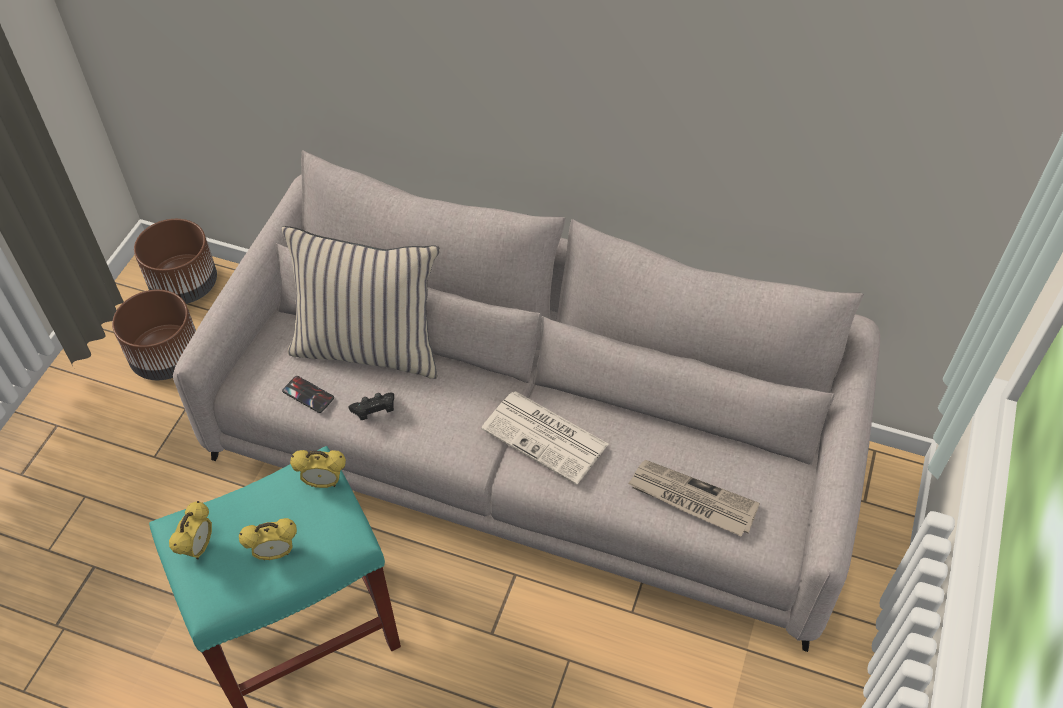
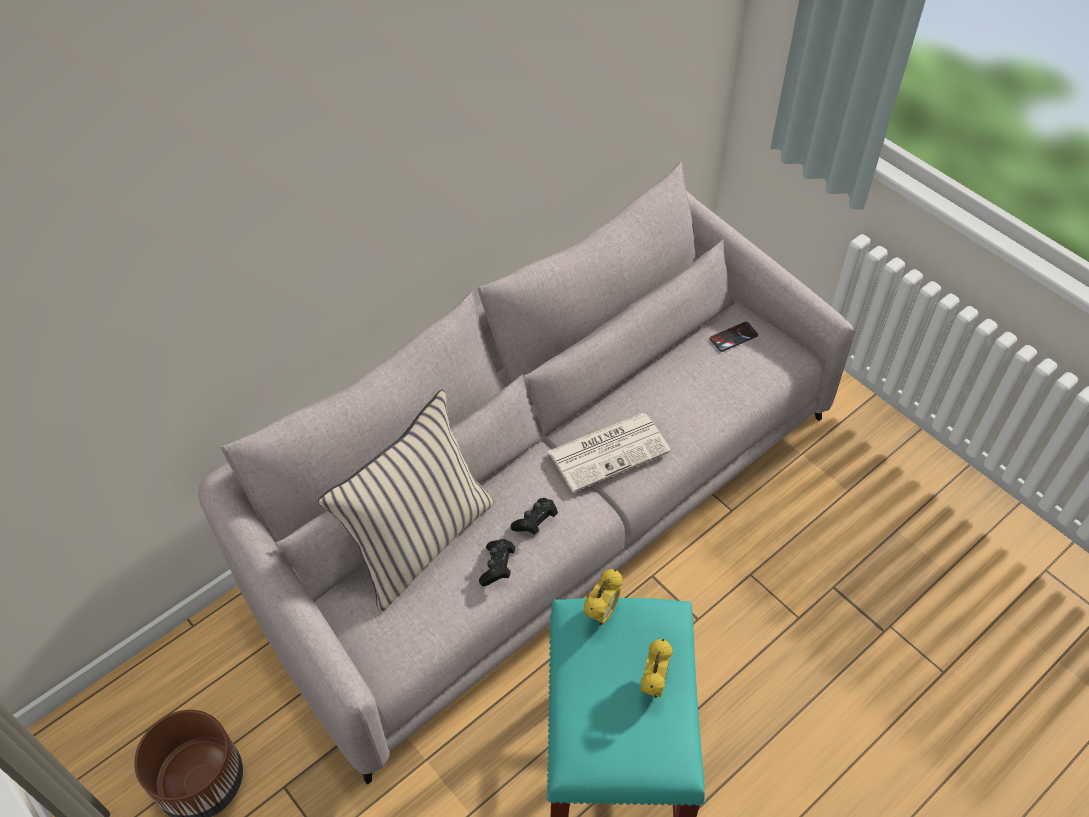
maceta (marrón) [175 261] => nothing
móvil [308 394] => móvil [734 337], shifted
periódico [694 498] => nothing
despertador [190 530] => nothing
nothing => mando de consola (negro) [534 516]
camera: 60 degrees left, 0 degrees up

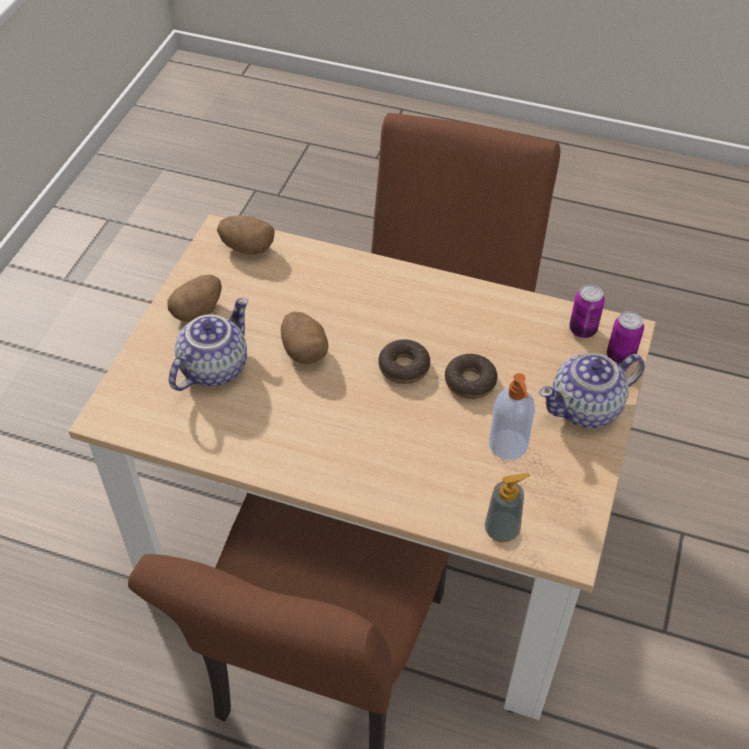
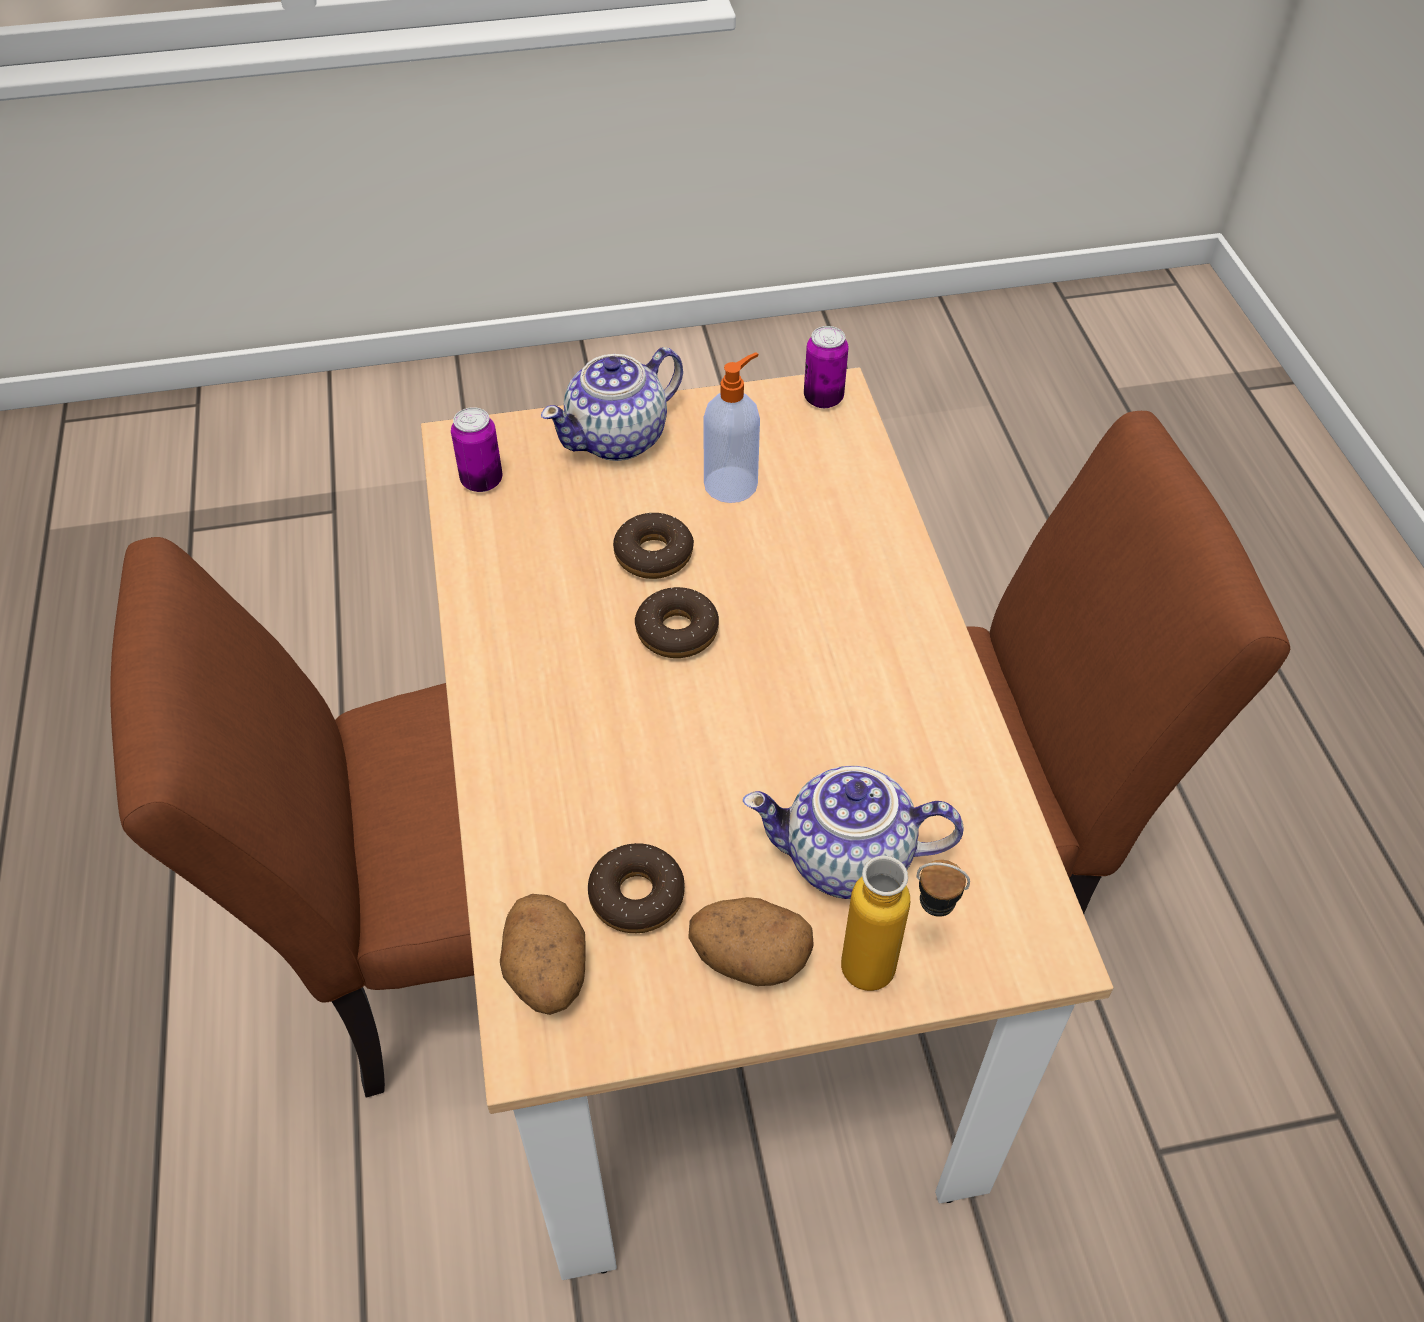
lata [625 337] => lata [826 367], shifted
patata [304 338] => nothing
tetera [592 390] => tetera [612 404], 105 degrees clockwise
dispensador de jabón [507 507] => nothing
nothing => rosquilla [636 888]
nothing => botella [905 923]
camera: 120 degrees left, 0 degrees up

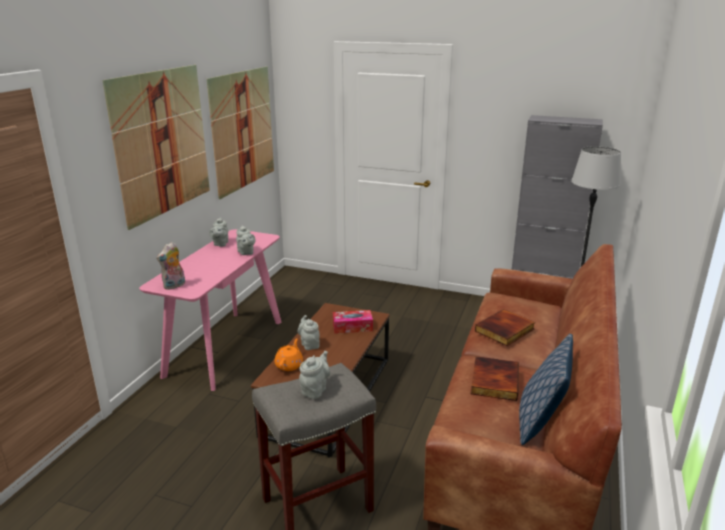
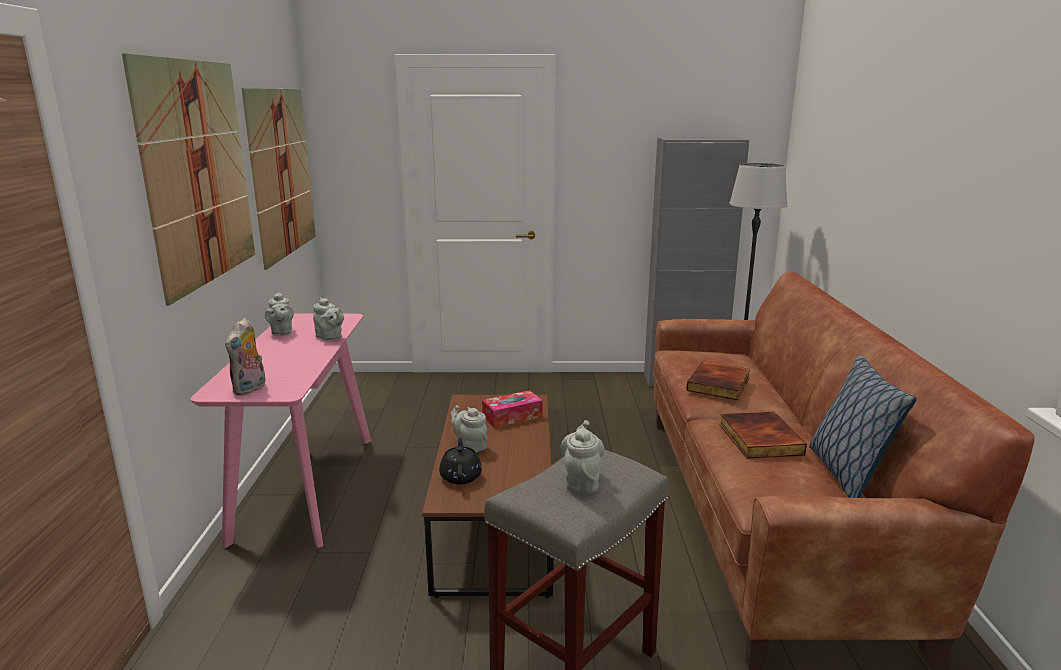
tetera (naranja) [288 354] => tetera (negro) [460 461]
camera: 20 degrees left, 5 degrees down

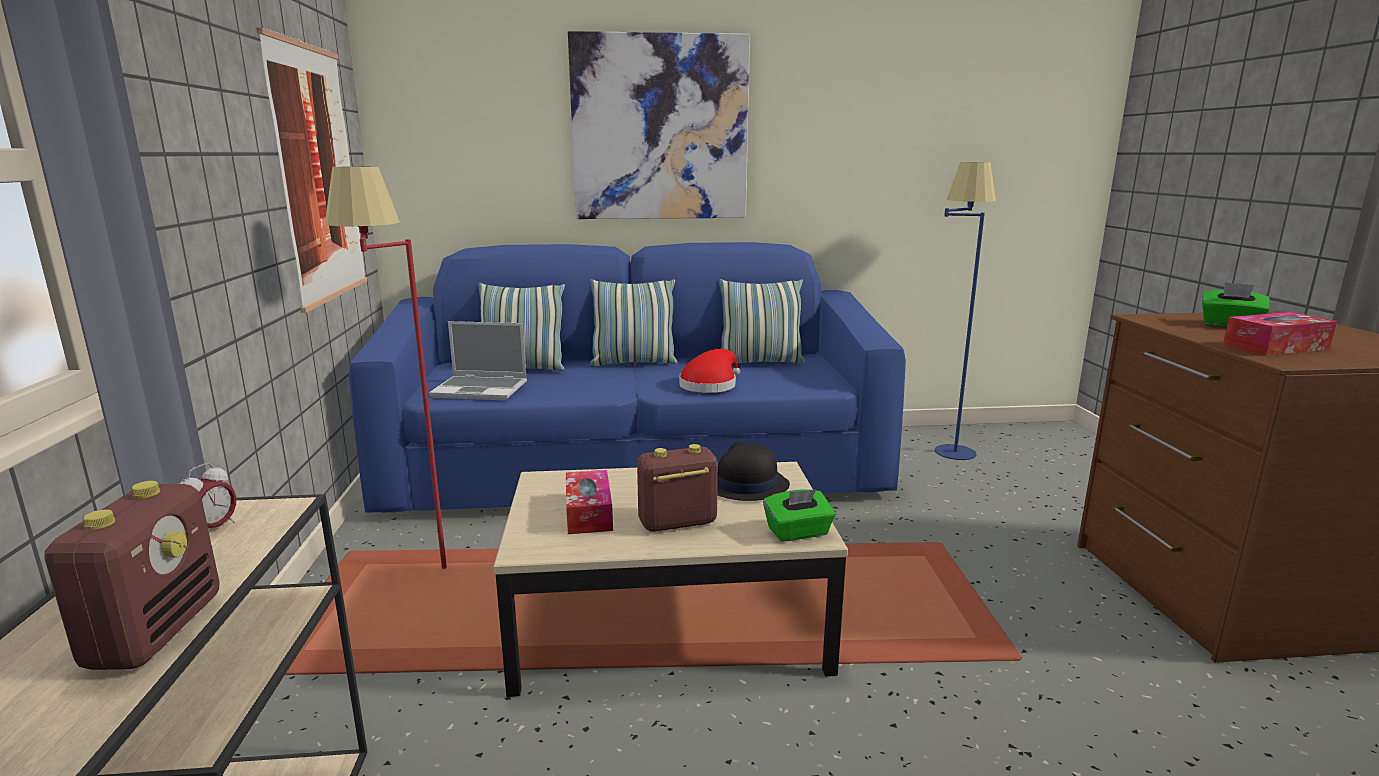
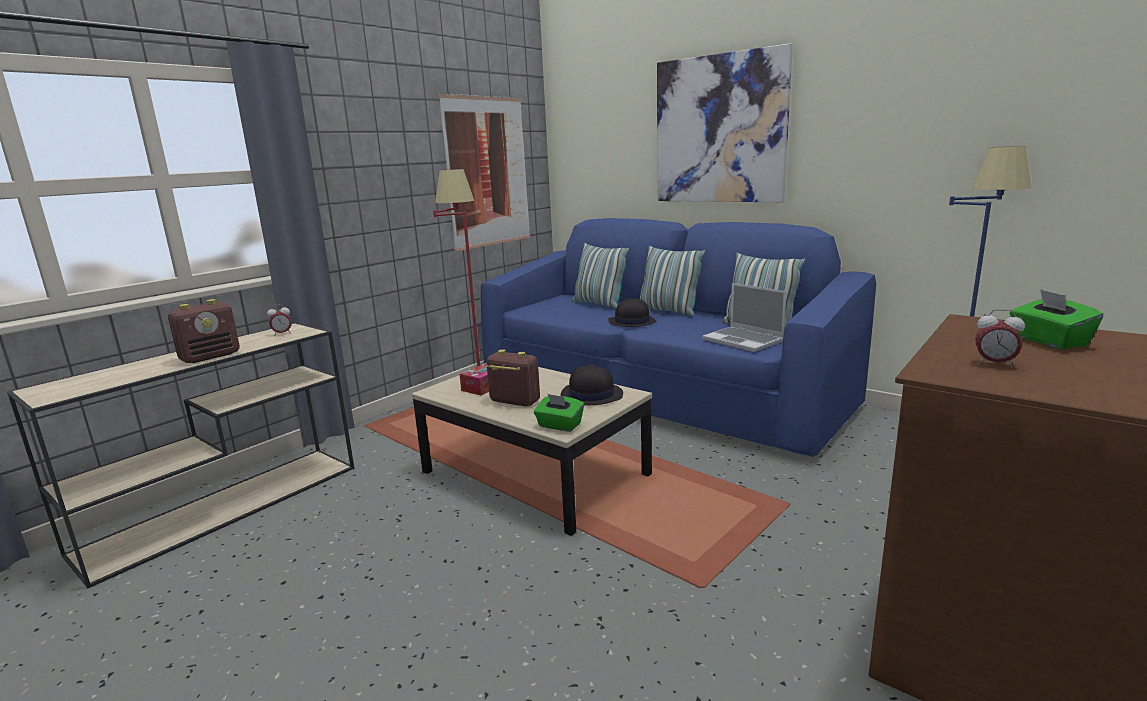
caja de pañuelos [1280 334] => despertador [1000 338]
portátil [478 360] => portátil [744 317], shifted
sombrero (rojo) [709 371] => nothing
nothing => sombrero (negro) [632 312]
camera: 45 degrees right, 0 degrees up

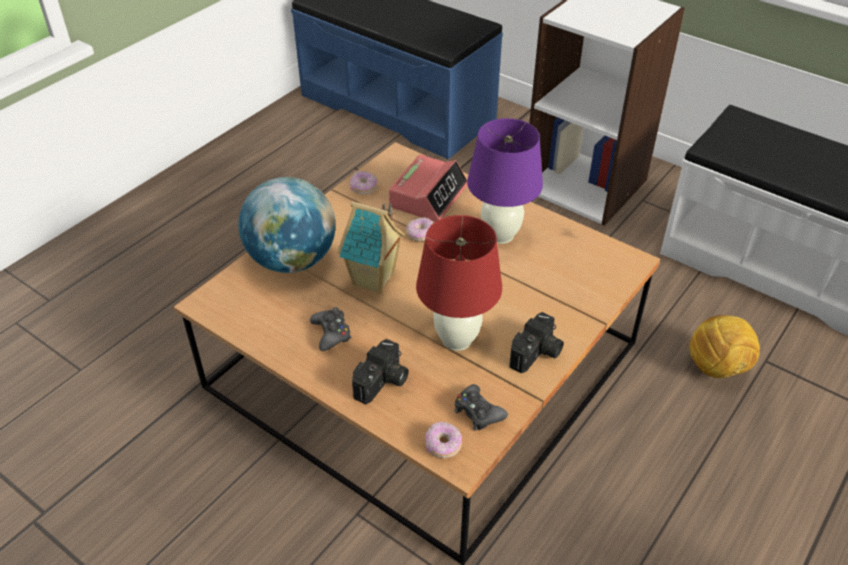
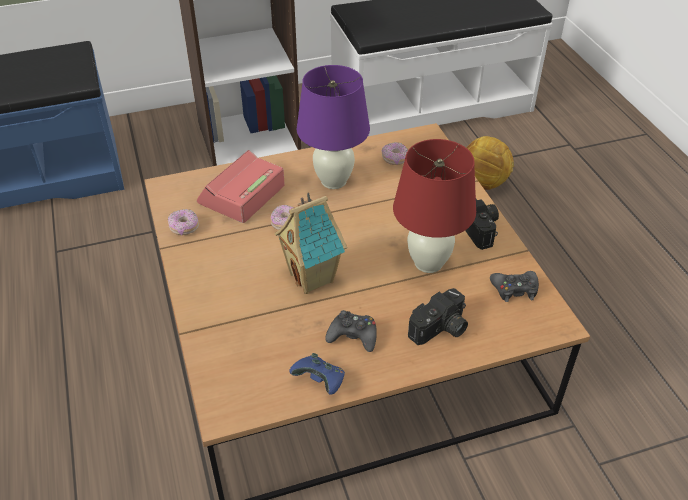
despertador [428 188] => despertador [241 186], 120 degrees counterclockwise
globo terráqueo [287 225] => nothing
cámara [380 371] => cámara [438 316], 75 degrees clockwise
rosquilla [443 440] => rosquilla [395 153], shifted
nothing => mando de consola (azul) [317 374]
camera: 55 degrees left, 0 degrees up

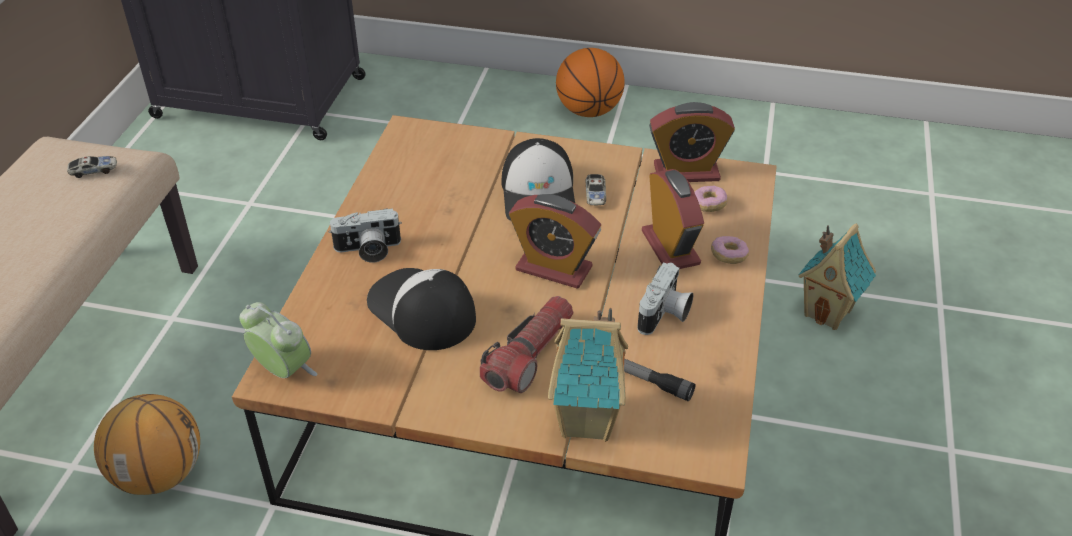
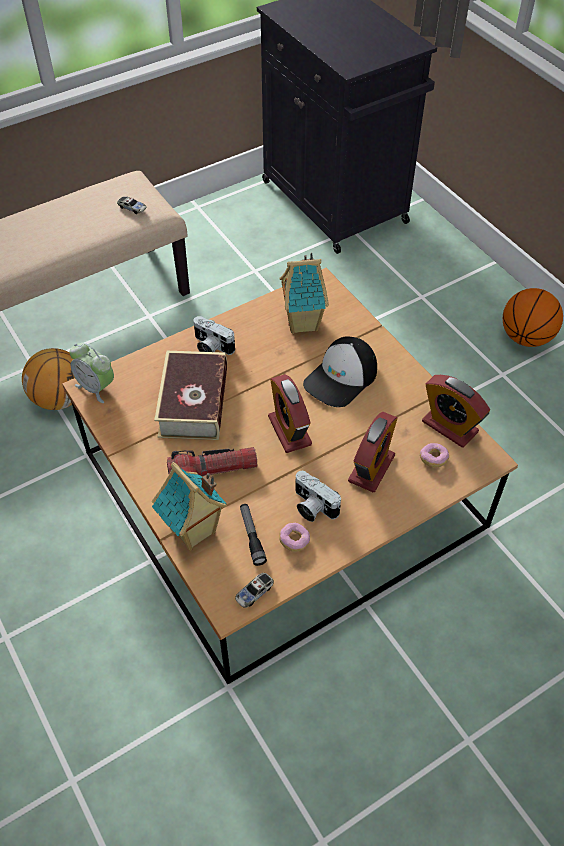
coche de juguete [596 189] => coche de juguete [254 590], shifted
casita [837 277] => casita [304 293], shifted
rosquilla [730 250] => rosquilla [294 537], shifted
cámara [665 298] => cámara [318 496], 60 degrees clockwise
gorra [421 309] => libro [190 395]
despertador [278 340] => despertador [92 373], 135 degrees clockwise
camera: 45 degrees right, 10 degrees up

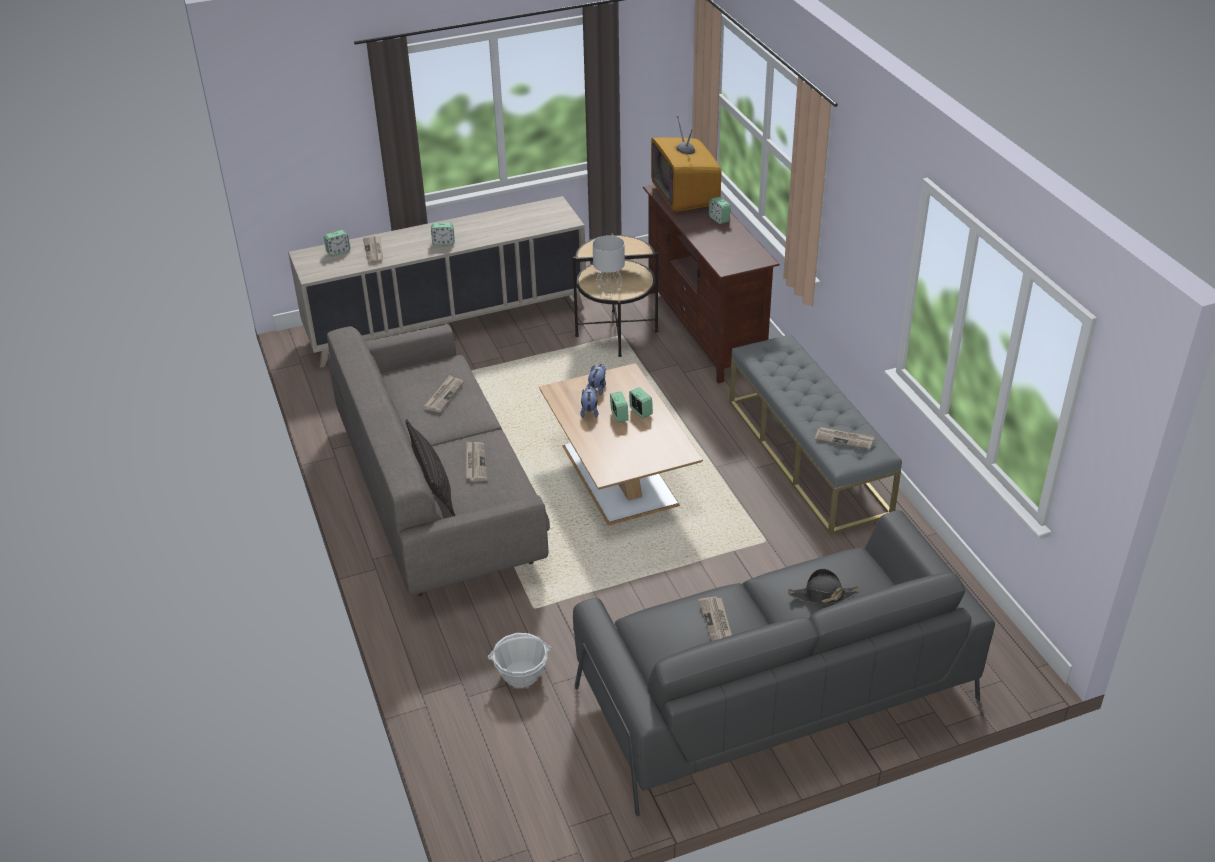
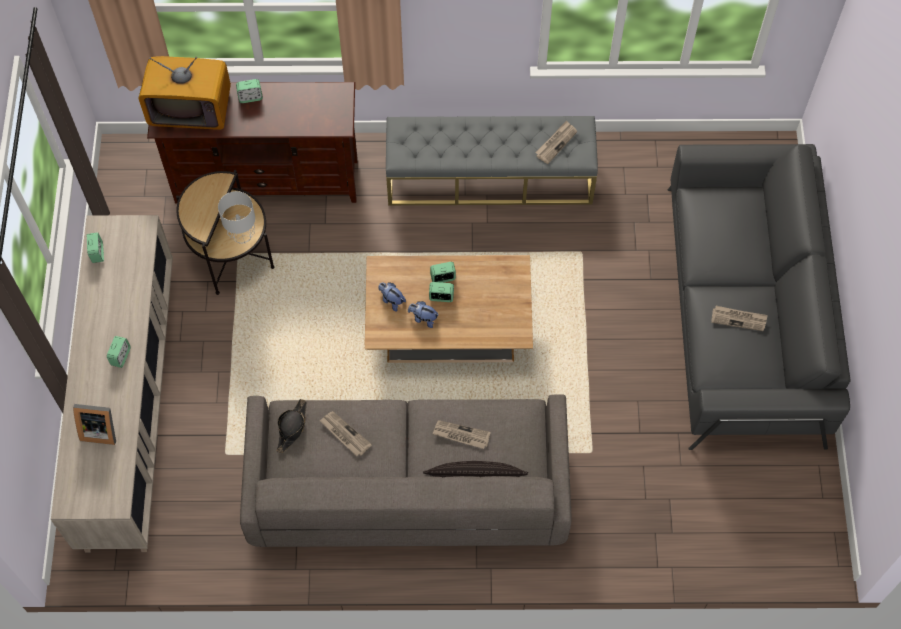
despertador [337 243] => despertador [95 247], shifted
periódico [373 250] => portarretratos [94 424]
sombrero (negro) [824 585] => sombrero (negro) [292 426], shifted
cesta [519 660] => nothing
camera: 70 degrees left, 25 degrees up

